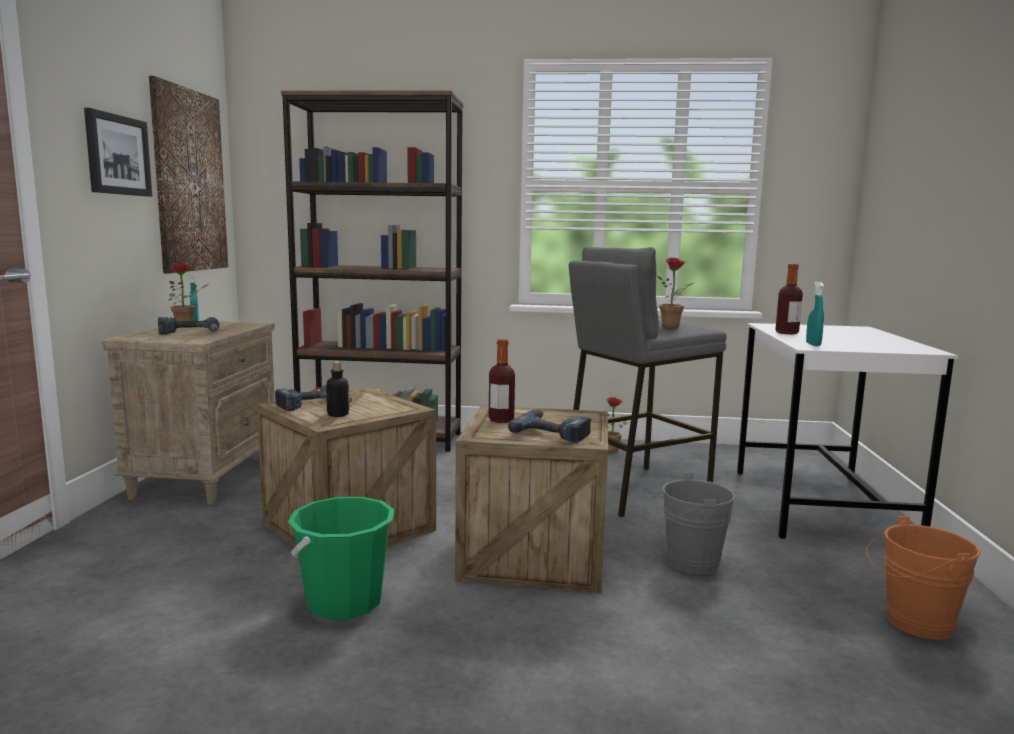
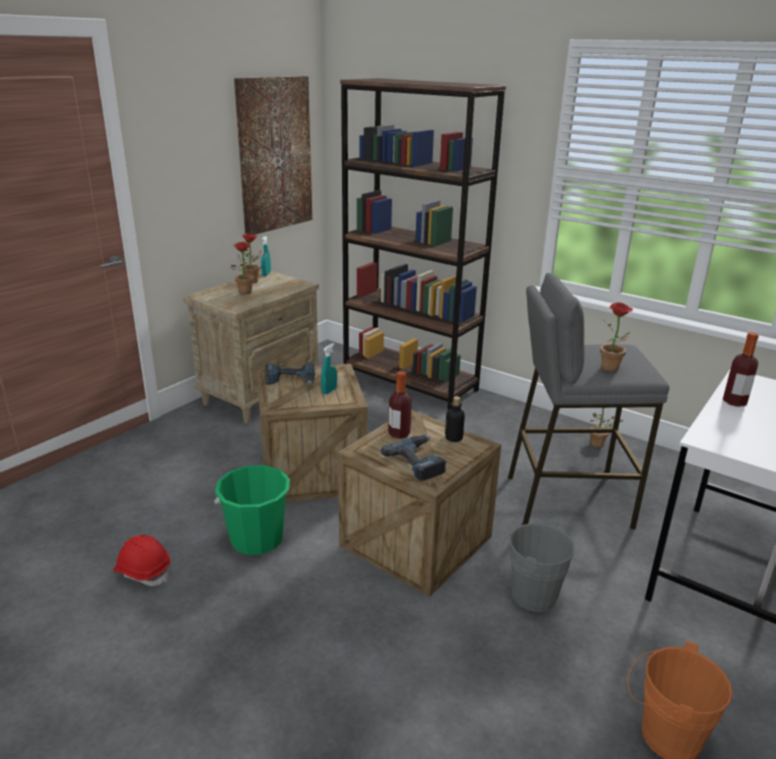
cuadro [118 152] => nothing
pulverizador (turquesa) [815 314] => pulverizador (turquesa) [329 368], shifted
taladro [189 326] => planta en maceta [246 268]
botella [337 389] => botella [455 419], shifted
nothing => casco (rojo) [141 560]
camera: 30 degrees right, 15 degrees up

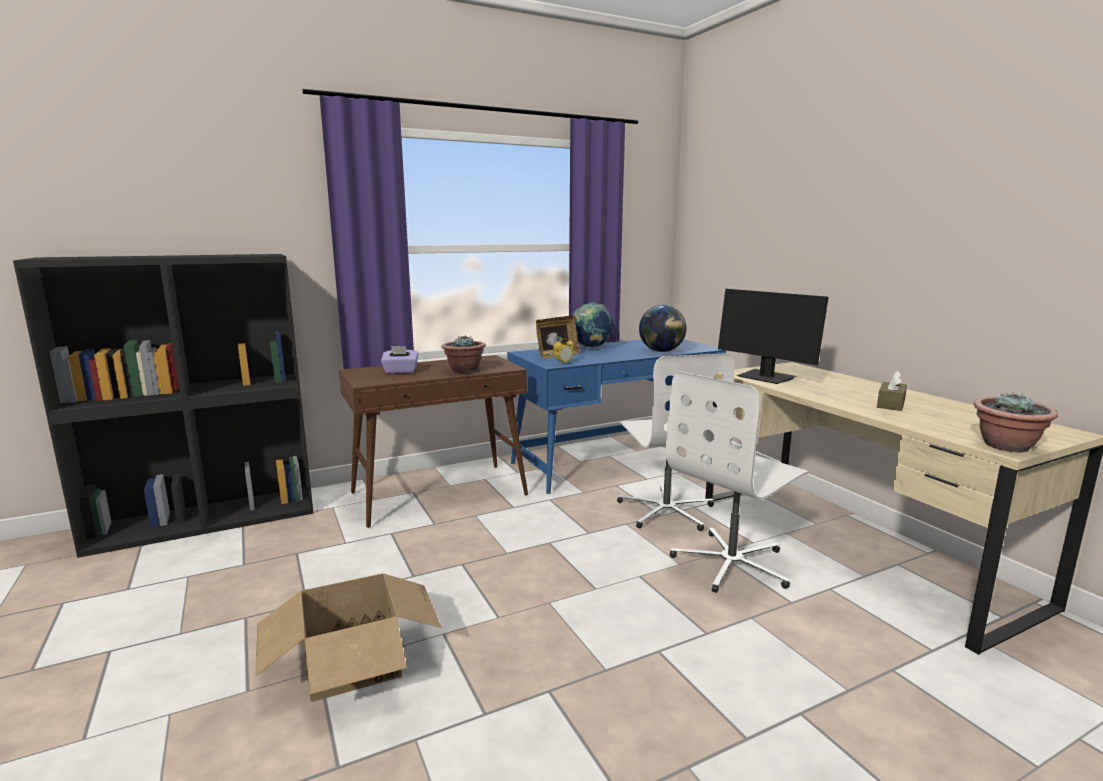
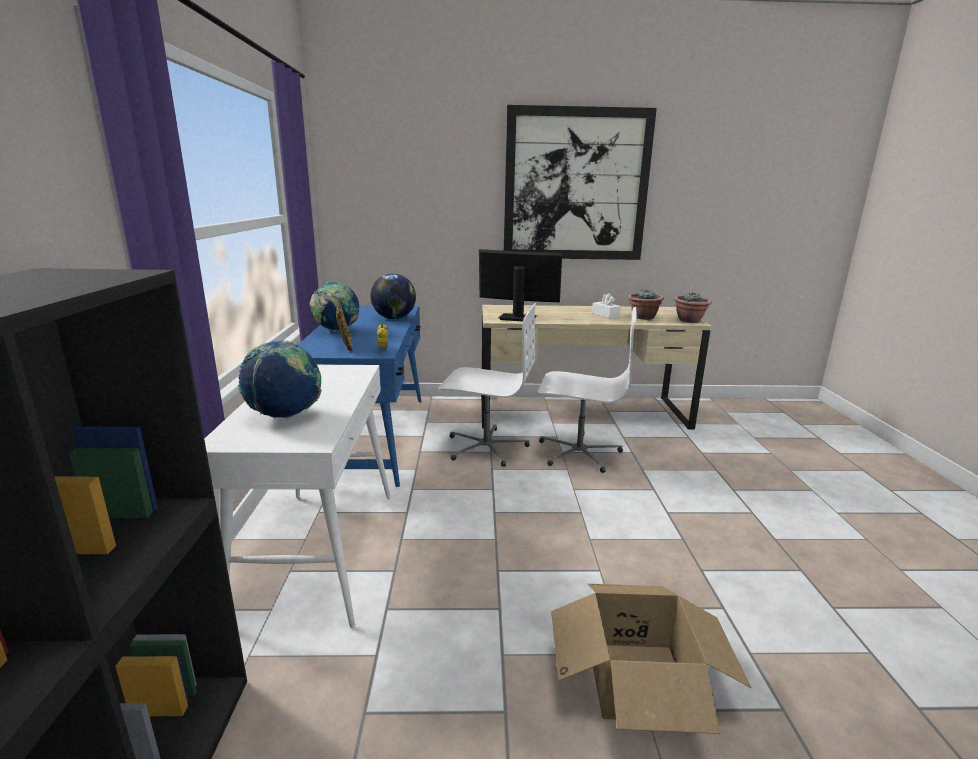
monitor [773 336] => monitor [520 285], 150 degrees counterclockwise
planta en maceta [463 354] => planta en maceta [646 305], shifted
caja de pañuelos (morado) [400 360] => globo terráqueo [279 380]
mesa consola (marrón) [433 441] => mesa consola (blanco) [297 496]
silla de oficina (blanco) [737 482] => silla de oficina (blanco) [587 390], 60 degrees counterclockwise
caja de pañuelos (marrón) [892 391] => caja de pañuelos (blanco) [606 306]
nothing => cuadro [580 182]
camera: 65 degrees left, 5 degrees up

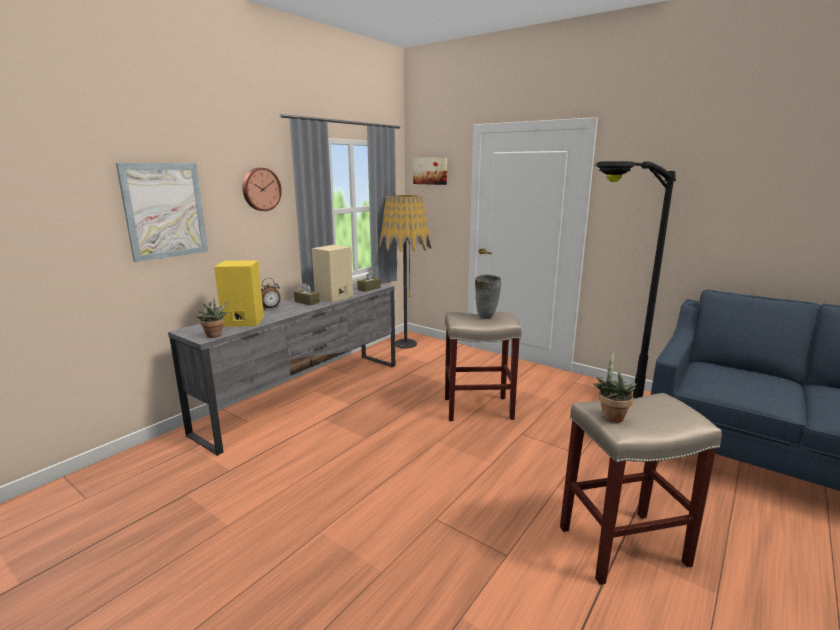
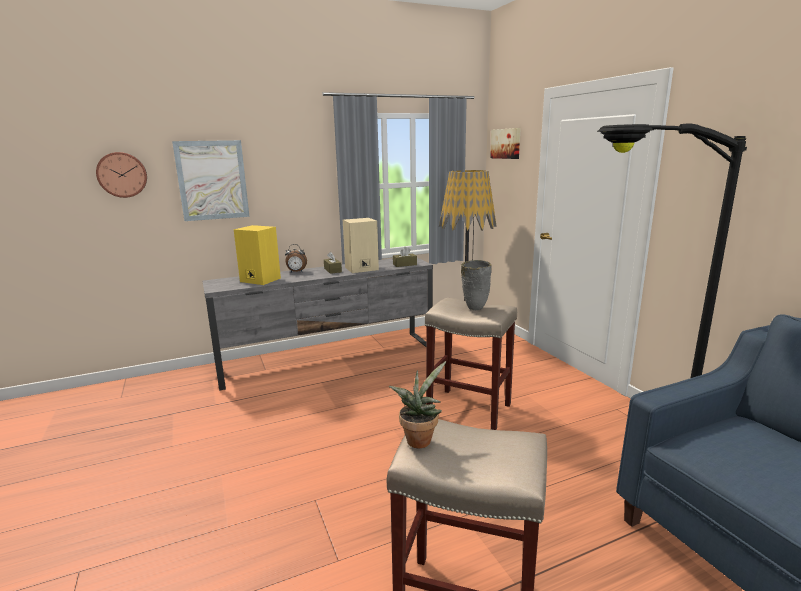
reloj de pared [262 189] => reloj de pared [121 175], shifted
planta en maceta [212 318] => nothing
camera: 30 degrees right, 0 degrees up

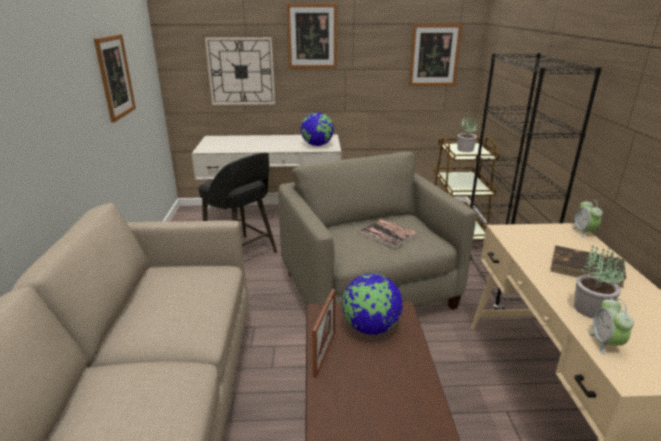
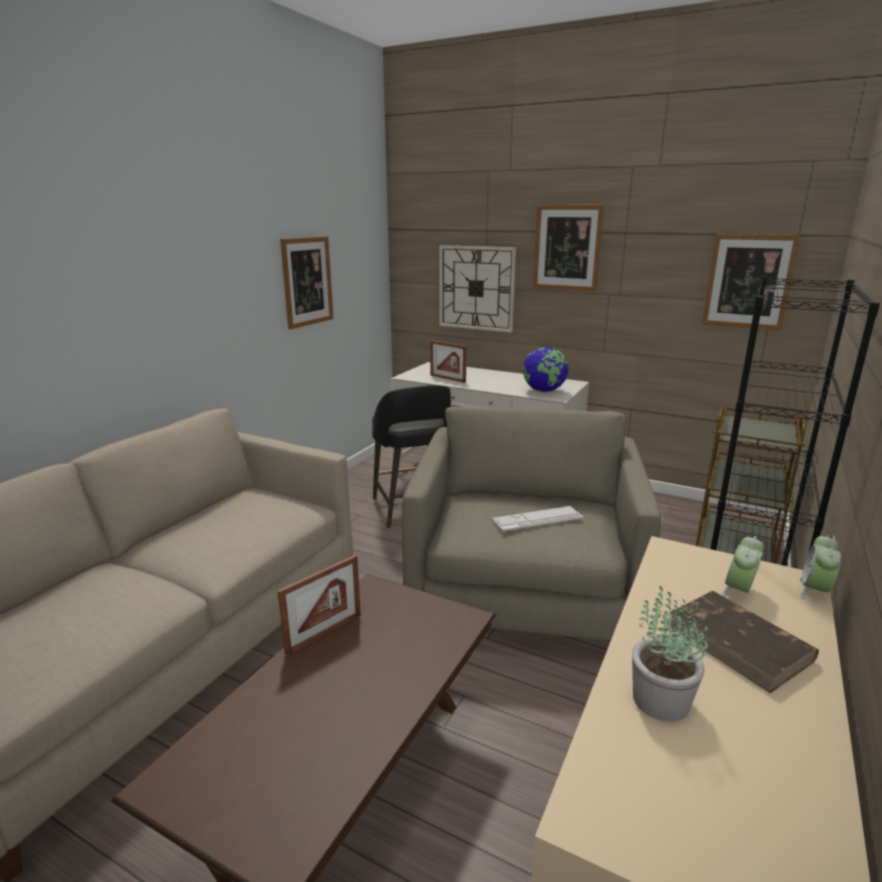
planta en maceta [467 133] => nothing
libro [388 234] => teclado [538 518]
globo terráqueo [372 303] => nothing
despertador [611 326] => despertador [743 566], shifted
nothing => portarretratos [448 361]
camera: 30 degrees right, 5 degrees down

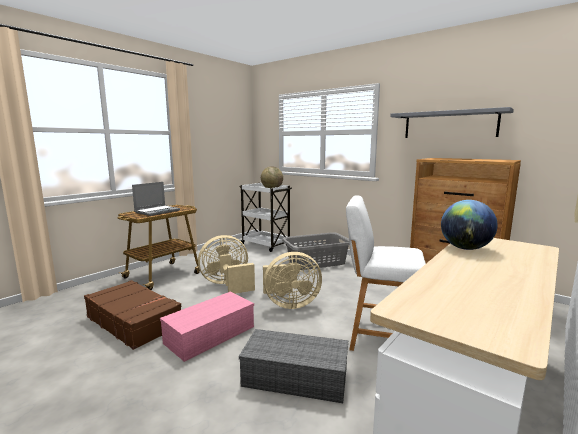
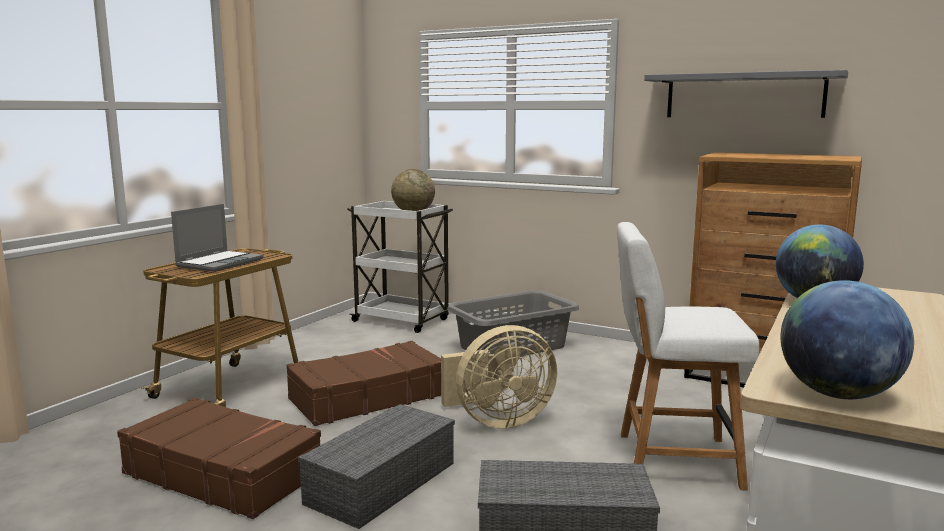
ventilador (beis) [226 264] => maleta (marrón) [363 383]
caja de almacenaje (rosa) [207 327] => caja de almacenaje (gris) [376 466]
nothing => globo terráqueo [847 339]
camera: 10 degrees left, 0 degrees up

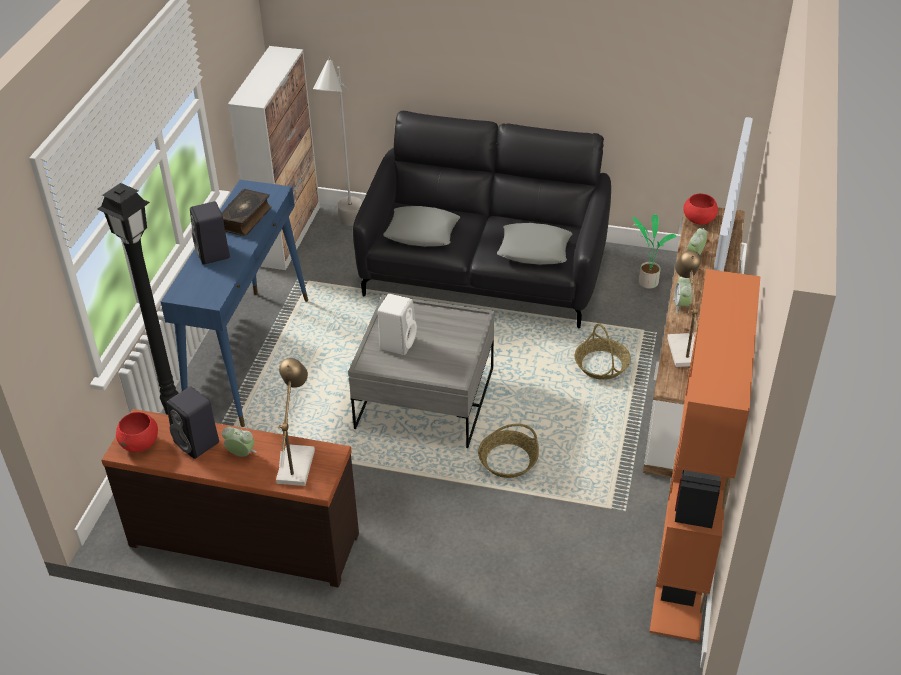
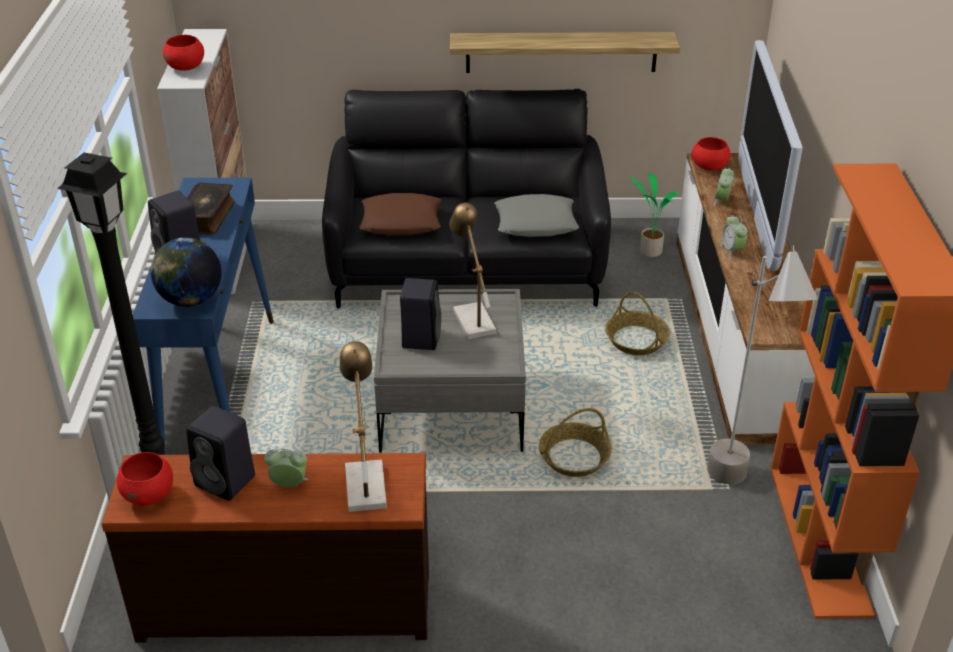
lámpara de pie (gris) [338 141] => lámpara de pie (gris) [762 365], shifted
cojín (gris) [421 226] => cojín (marrón) [400 214]
lámpara de mesa [684 308] => lámpara de mesa [472 271], shifted
altavoz (blanco) [397 324] => altavoz (negro) [420 314]
nothing => estante [565 52]
nothing => cuenco (rojo) [183 53]
nothing => globo terráqueo [186 272]
camera: 15 degrees left, 5 degrees down

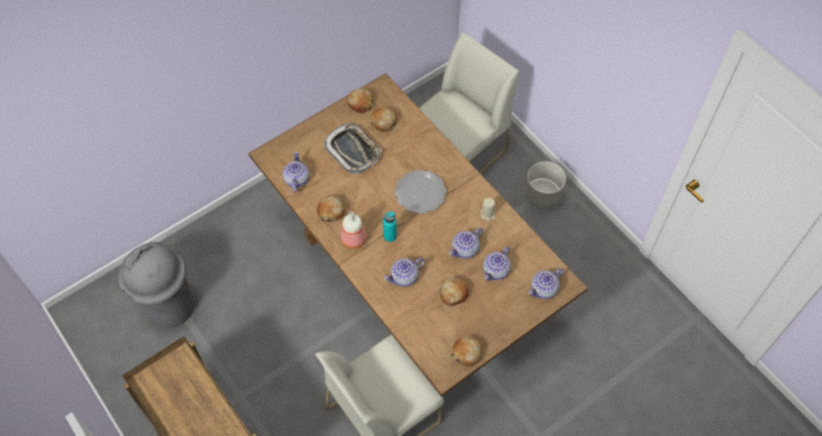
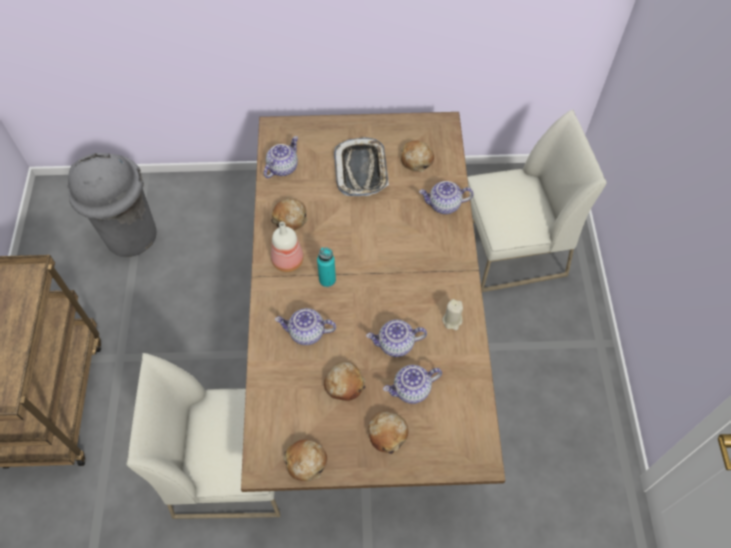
pan [360 100] => pan [388 433], shifted
maceta (gris) [545 185] => nothing
plato [421 192] => nothing
tetera [546 283] => tetera [446 197], shifted
camera: 35 degrees right, 0 degrees up

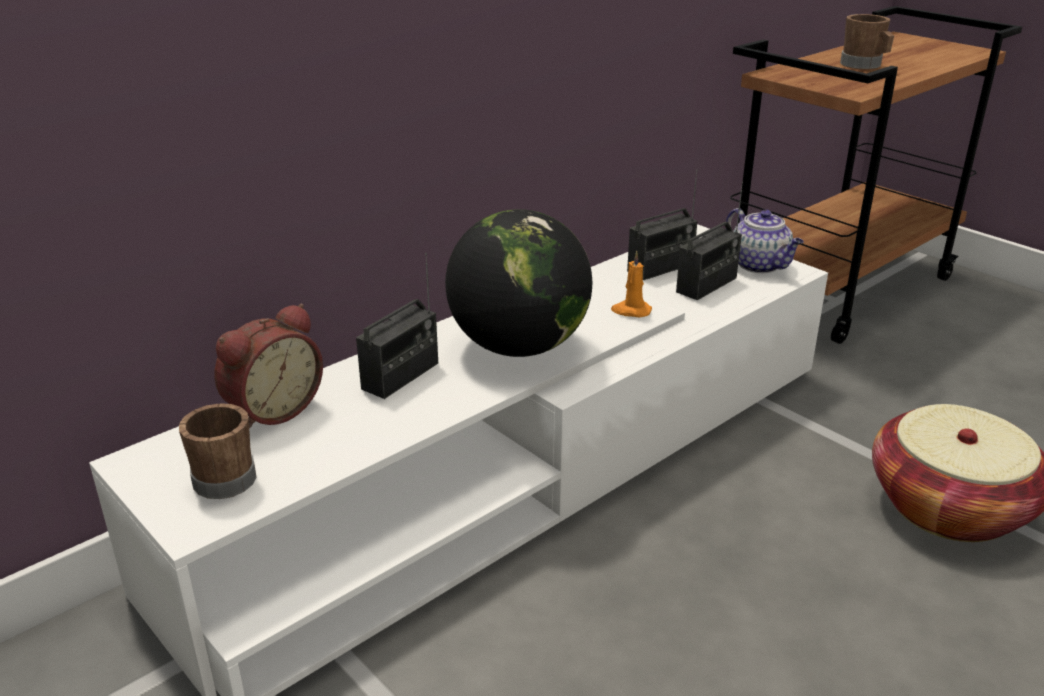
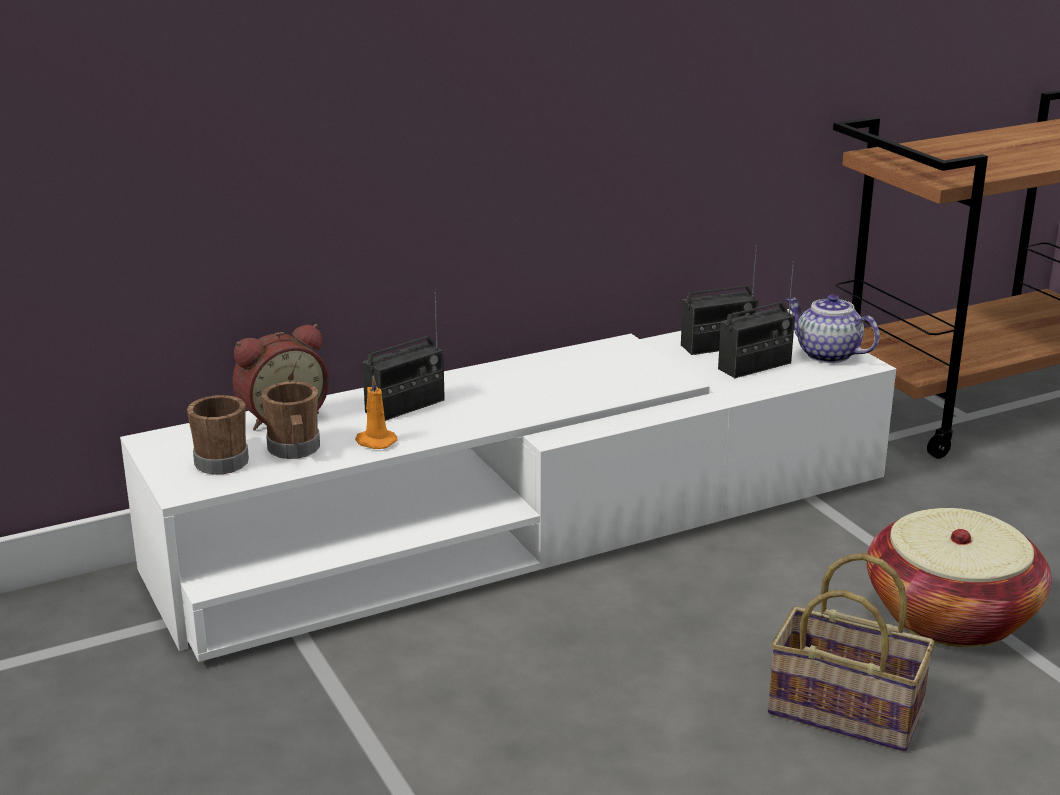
taza grande (marrón) [867 42] => taza grande (marrón) [291 420], shifted
tetera [765 240] => tetera [833 328], 150 degrees clockwise
globo terráqueo [518 283] => nothing
vela (naranja) [631 284] => vela (naranja) [376 412], shifted
nothing => cesta [851 652]
camera: 15 degrees right, 5 degrees down

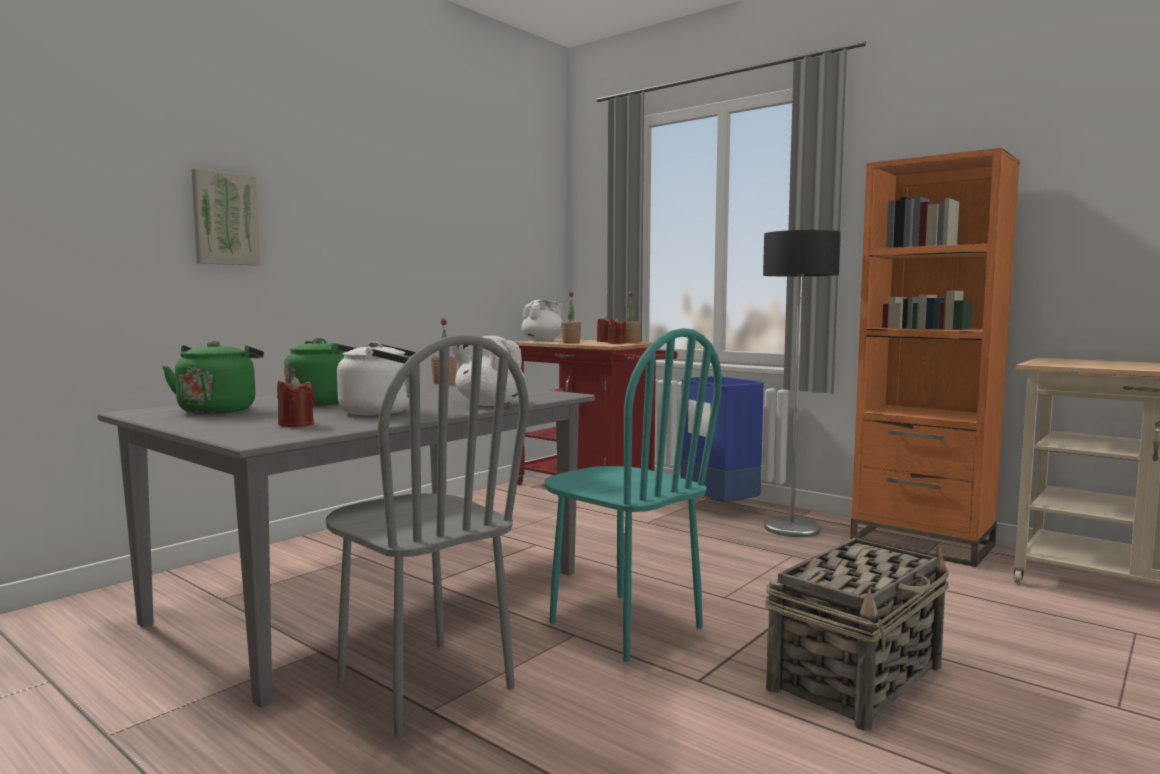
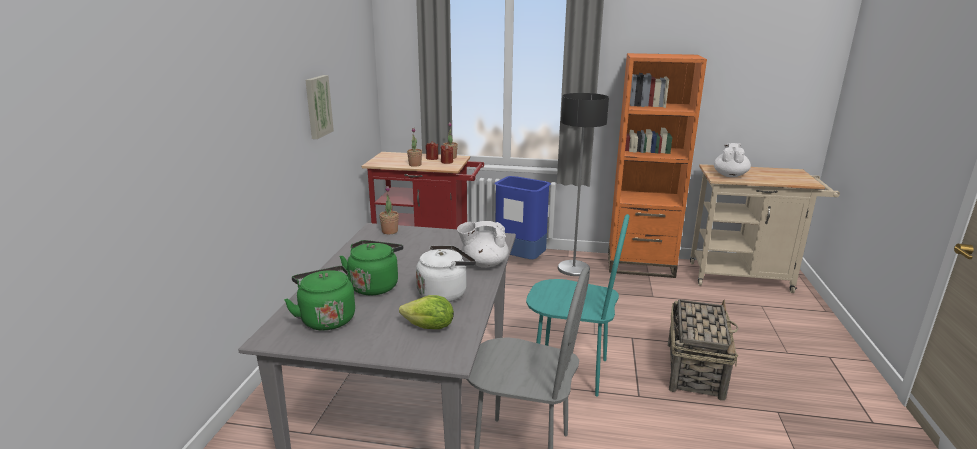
cuadro [225 217] => cuadro [319 107], shifted
tetera (blanco) [542 320] => tetera (blanco) [732 160], shifted
vela (rojo) [296 401] => lechuga [426 312]
camera: 30 degrees left, 15 degrees up

